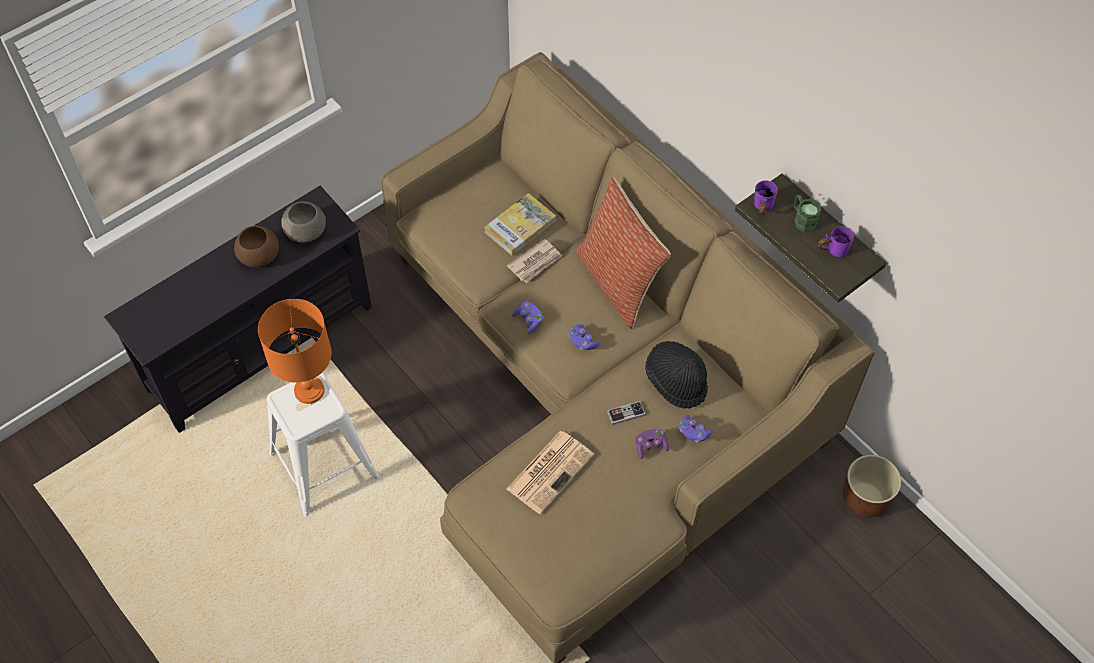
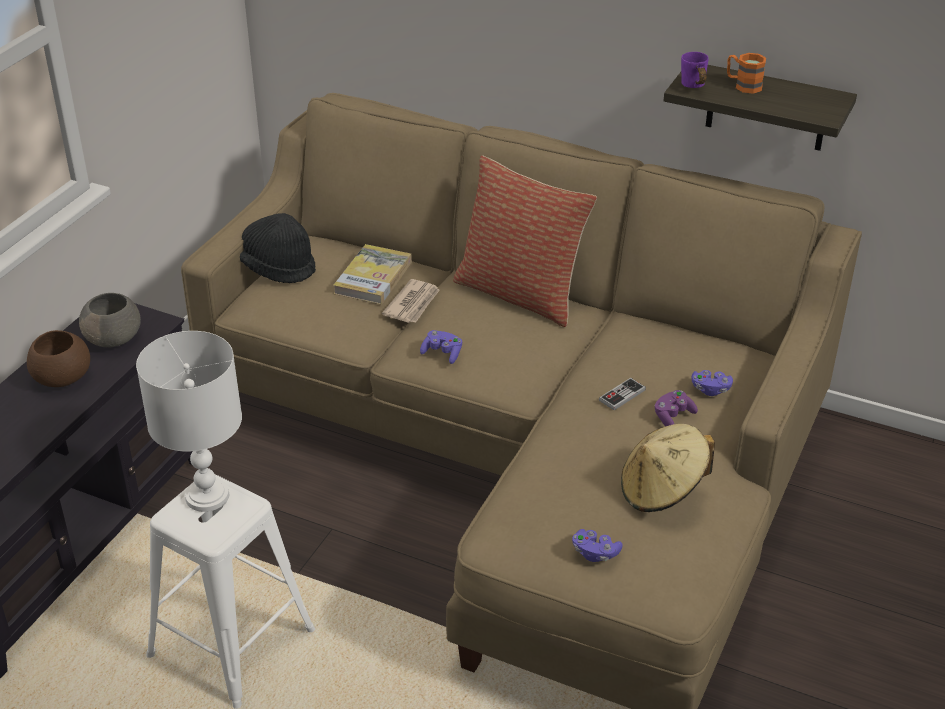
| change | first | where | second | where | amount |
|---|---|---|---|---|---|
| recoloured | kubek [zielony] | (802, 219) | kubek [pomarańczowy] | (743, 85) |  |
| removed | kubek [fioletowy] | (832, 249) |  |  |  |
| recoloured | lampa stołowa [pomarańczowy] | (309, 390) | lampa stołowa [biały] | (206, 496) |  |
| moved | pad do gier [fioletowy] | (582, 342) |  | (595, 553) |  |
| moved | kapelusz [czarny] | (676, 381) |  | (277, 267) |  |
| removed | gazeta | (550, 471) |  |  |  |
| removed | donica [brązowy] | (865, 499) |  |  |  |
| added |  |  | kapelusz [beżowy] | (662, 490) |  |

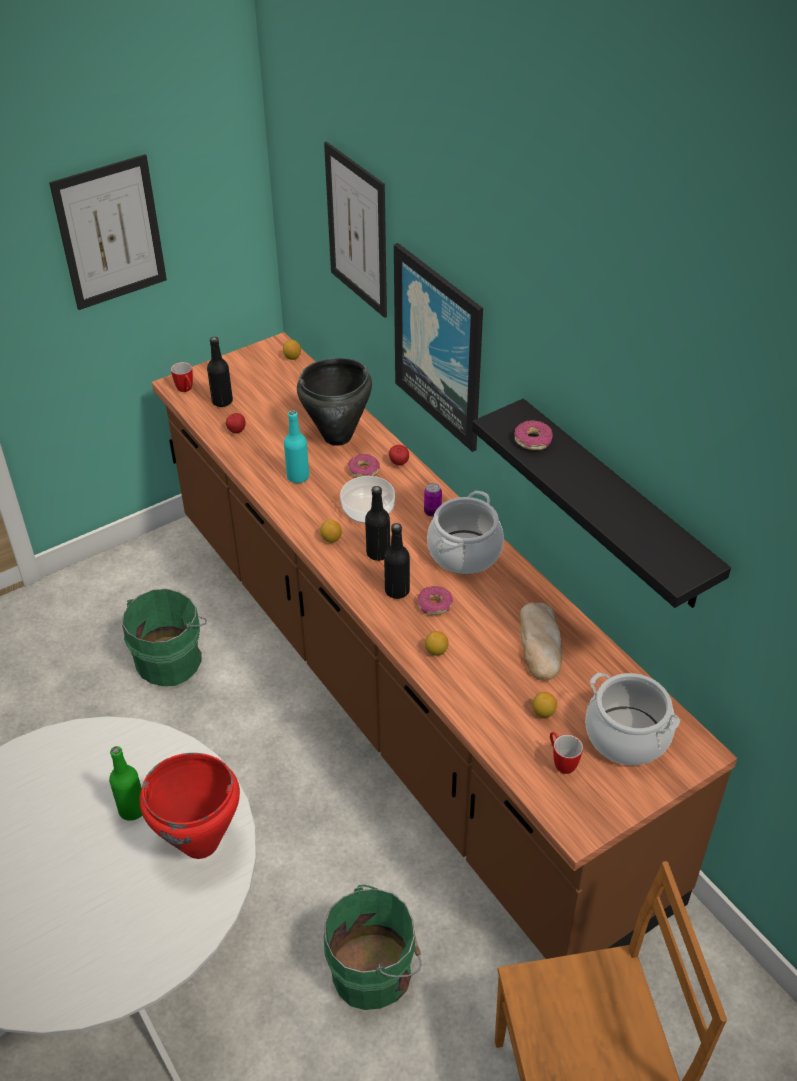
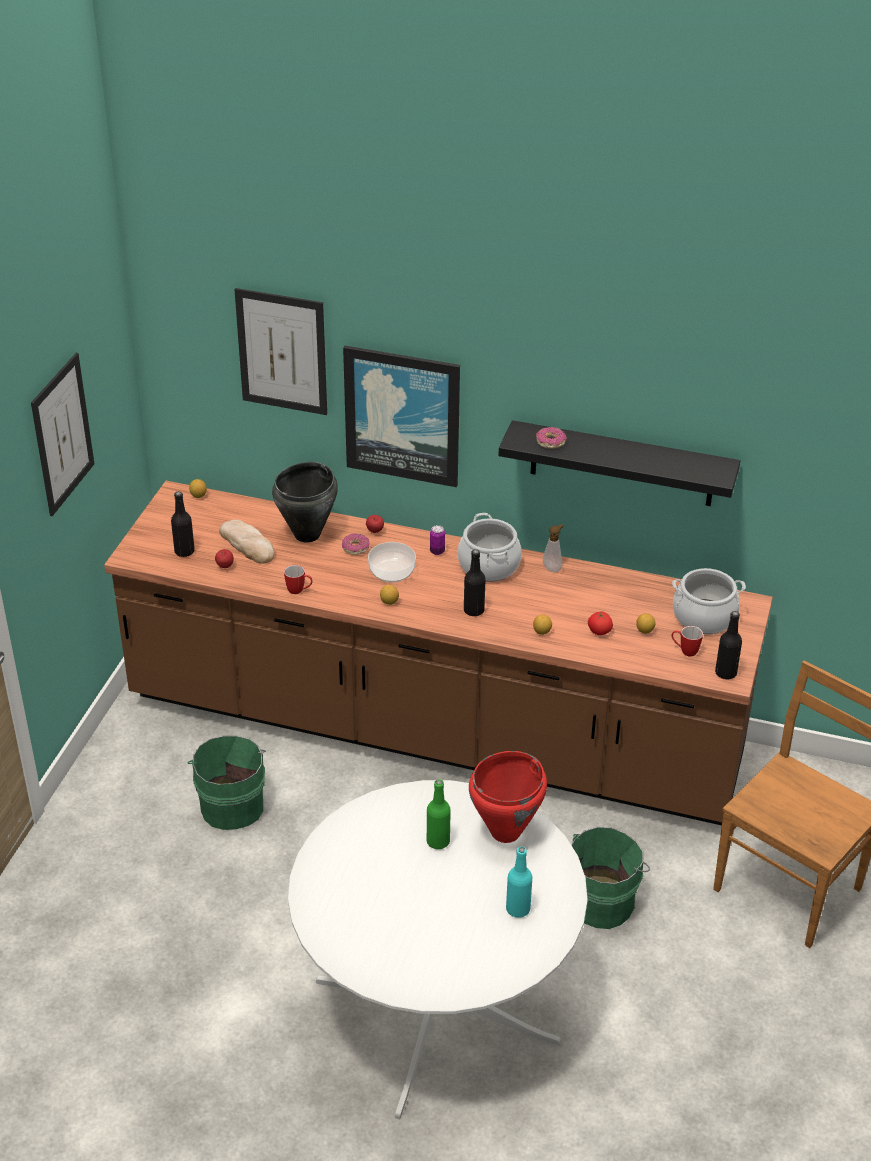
| change | first | where | second | where | amount |
|---|---|---|---|---|---|
| moved | kubek | (186, 390) |  | (299, 591) |  |
| moved | butelka [turkusowy] | (298, 477) |  | (518, 909) |  |
| moved | butelka [czarny] | (378, 553) |  | (725, 673) |  |
| removed | donut | (435, 605) |  |  |  |
| moved | chleb | (540, 644) |  | (248, 544) |  |
| added |  |  | dozownik mydła | (553, 568) |  |
| added |  |  | pomidor | (599, 631) |  |

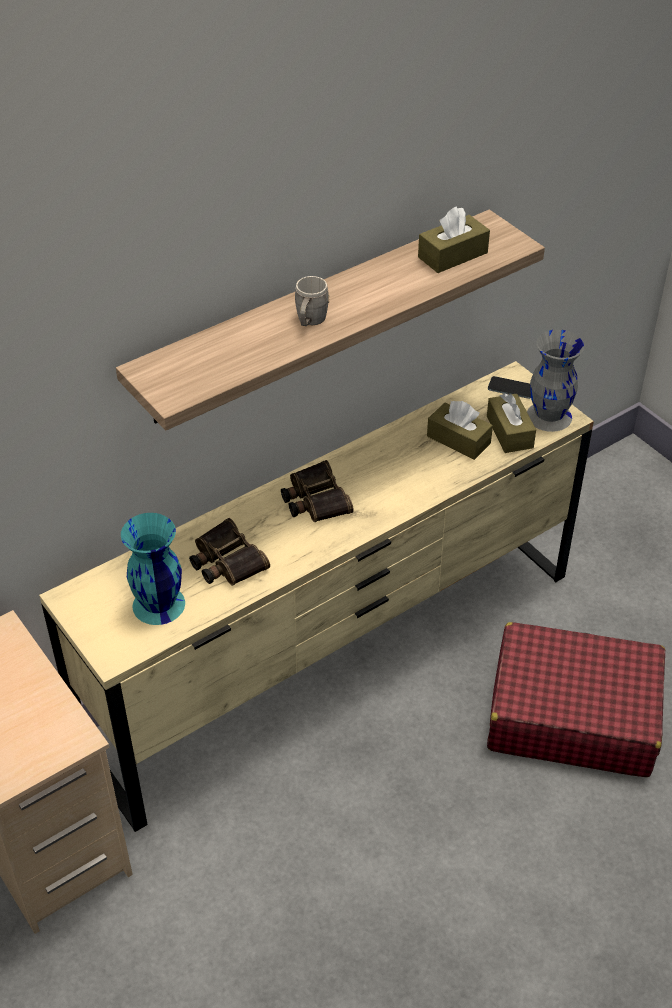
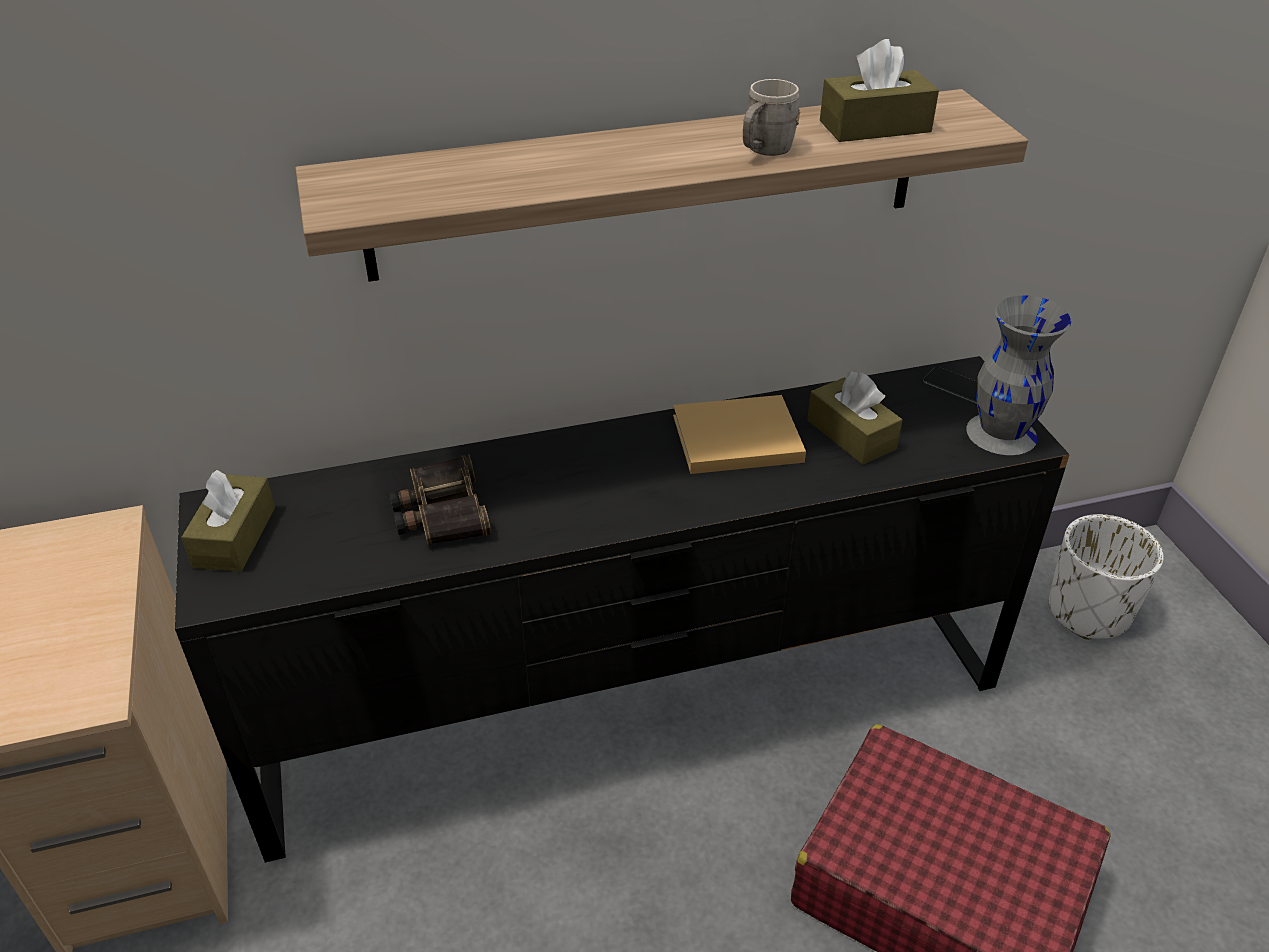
| change | first | where | second | where | amount |
|---|---|---|---|---|---|
| moved | kubek [szary] | (310, 321) |  | (764, 151) |  |
| recoloured | komoda [beżowy] | (335, 658) | komoda [czarny] | (634, 708) |  |
| moved | pudełko chusteczek [brązowy] | (509, 432) |  | (234, 537) |  |
| removed | lornetka | (314, 499) |  |  |  |
| removed | wazon [turkusowy] | (157, 605) |  |  |  |
| added |  |  | książka [beżowy] | (733, 439) |  |
| added |  |  | donica [biały] | (1088, 612) |  |

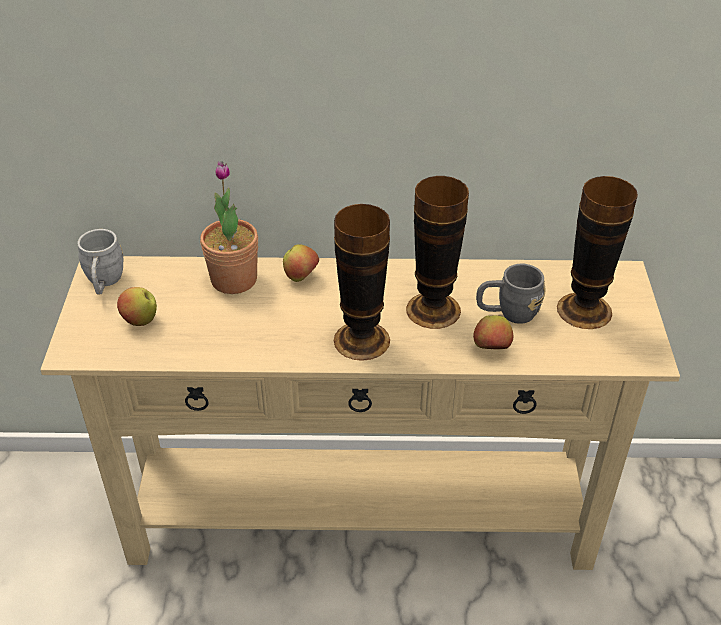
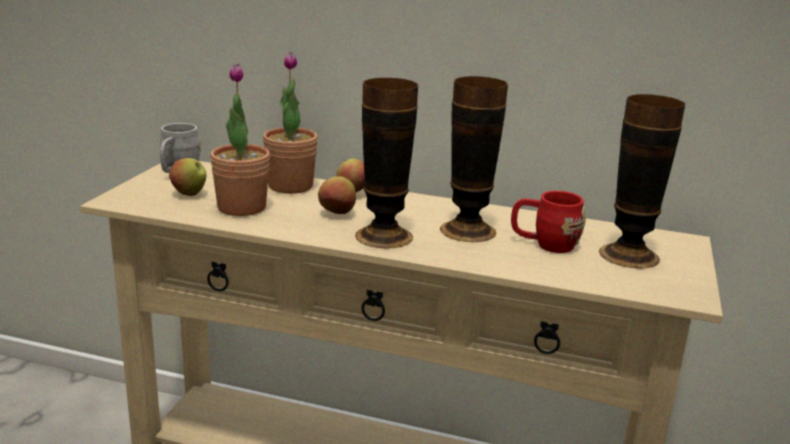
| change | first | where | second | where | amount |
|---|---|---|---|---|---|
| recoloured | kubek [szary] | (508, 313) | kubek [czerwony] | (544, 244) |  |
| moved | jabłko | (491, 349) |  | (337, 214) |  |
| added |  |  | roślina doniczkowa | (242, 207) |  |

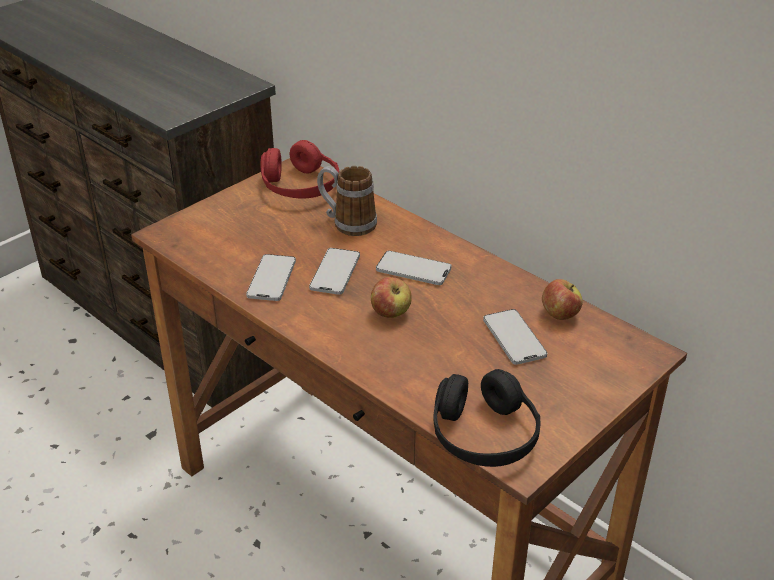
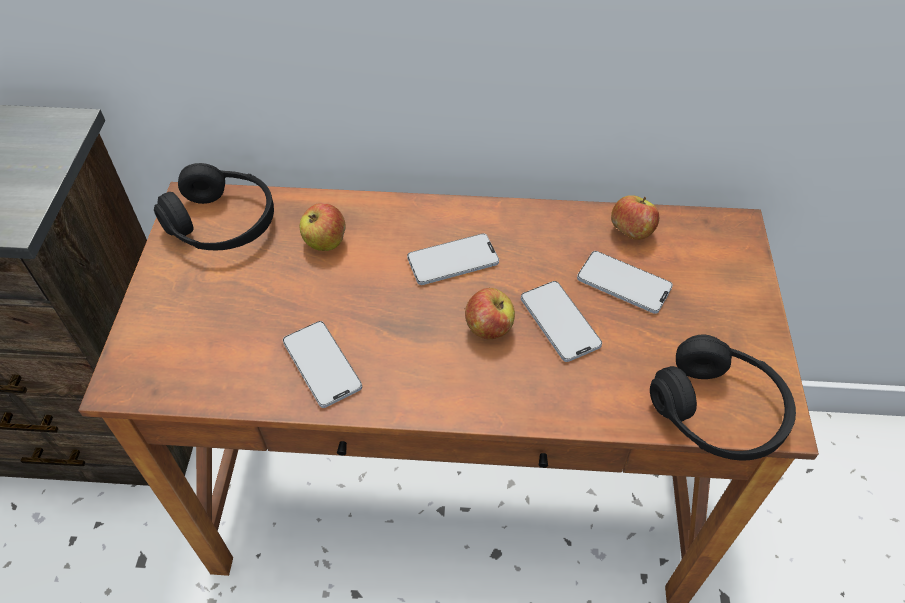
| change | first | where | second | where | amount |
|---|---|---|---|---|---|
| recoloured | słuchawki [czerwony] | (300, 186) | słuchawki [czarny] | (222, 223) |  |
| replaced | kubek | (347, 223) | jabłko | (325, 242) |  |
| moved | telefon | (335, 272) |  | (560, 322) |  |

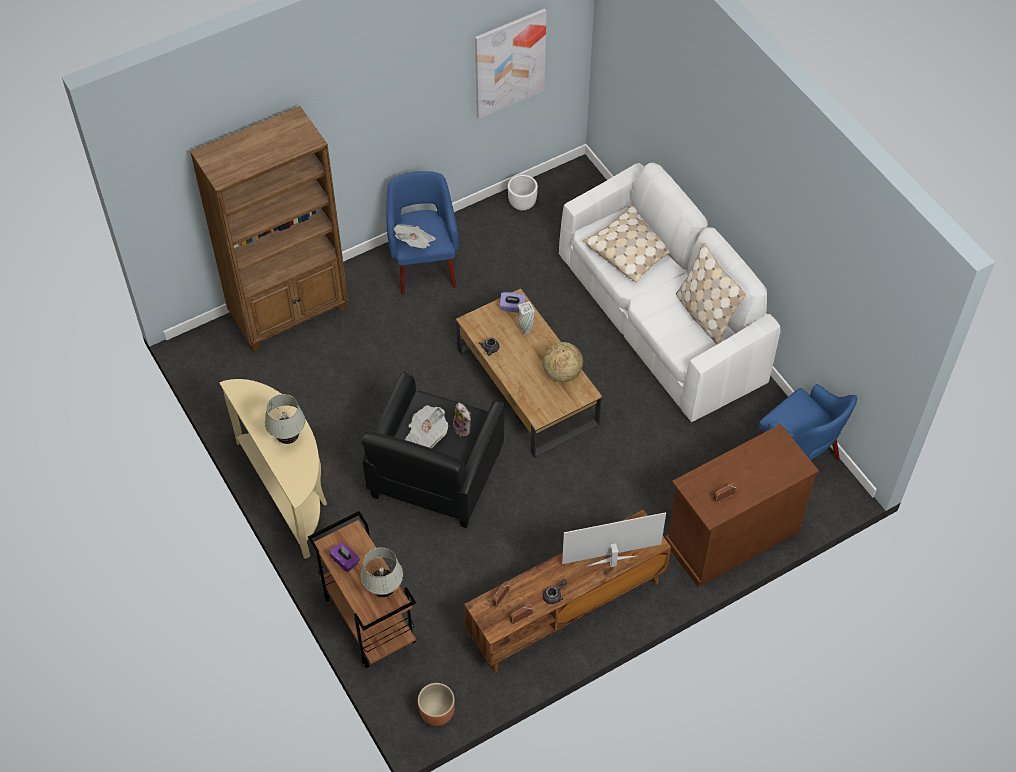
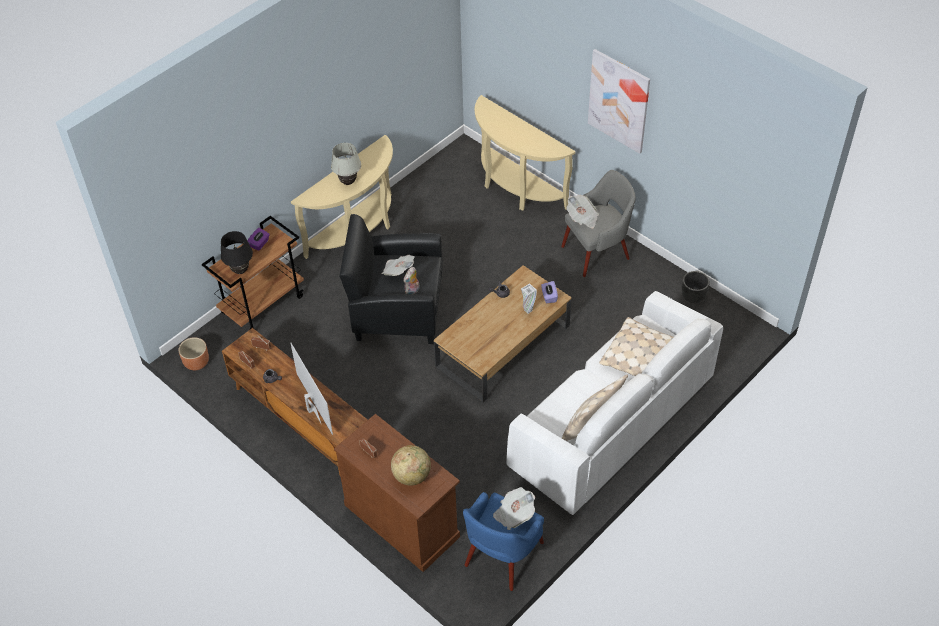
| change | first | where | second | where | amount |
|---|---|---|---|---|---|
| moved | obraz | (509, 63) |  | (619, 101) |  |
| replaced | regał [brązowy] | (290, 313) | stolik konsolowy [beżowy] | (515, 188) |  |
| recoloured | fotel [niebieski] | (424, 265) | fotel [szary] | (596, 252) |  |
| recoloured | donica [biały] | (522, 204) | donica [czarny] | (693, 297) |  |
| moved | globus | (562, 373) |  | (412, 475) |  |
| recoloured | lampa stołowa [biały] | (384, 590) | lampa stołowa [czarny] | (240, 270) |  |
| added |  |  | gazeta | (514, 514) |  |

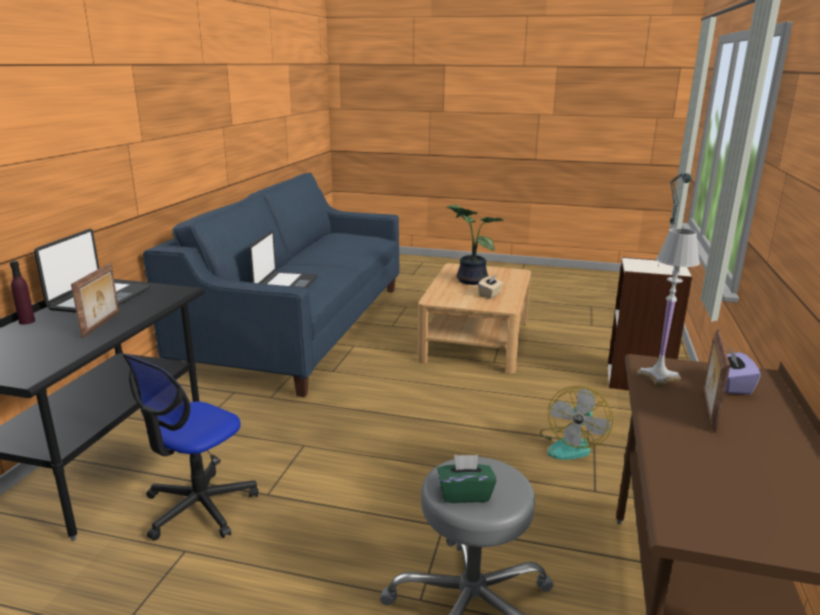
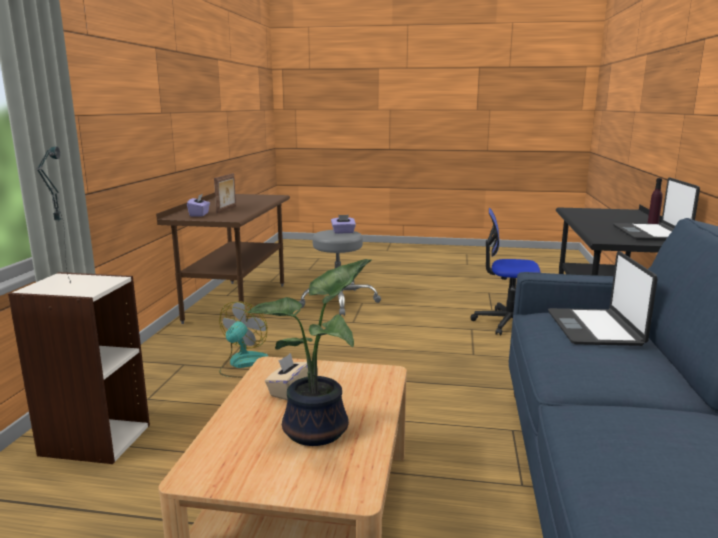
| change | first | where | second | where | amount |
|---|---|---|---|---|---|
| removed | lampa stołowa [biały] | (659, 377) |  |  |  |
| removed | ramka na zdjęcie | (102, 324) |  |  |  |
| turned | krzesło biurowe | (199, 507) |  | (507, 322) | 105 degrees counterclockwise |
| recoloured | pudełko chusteczek [zielony] | (465, 494) | pudełko chusteczek [fioletowy] | (343, 232) |  |

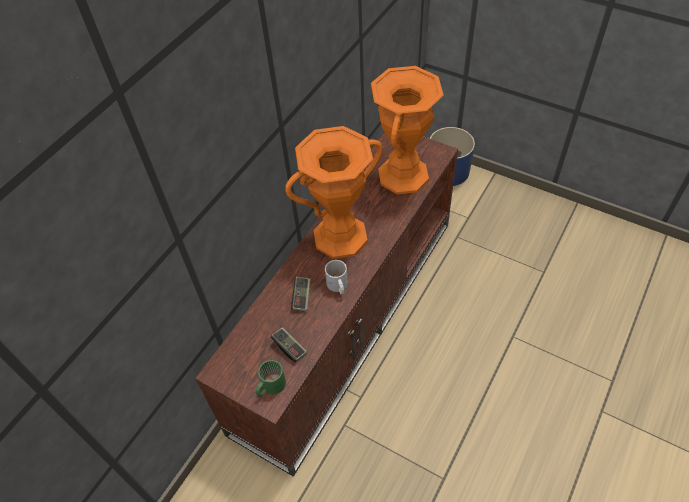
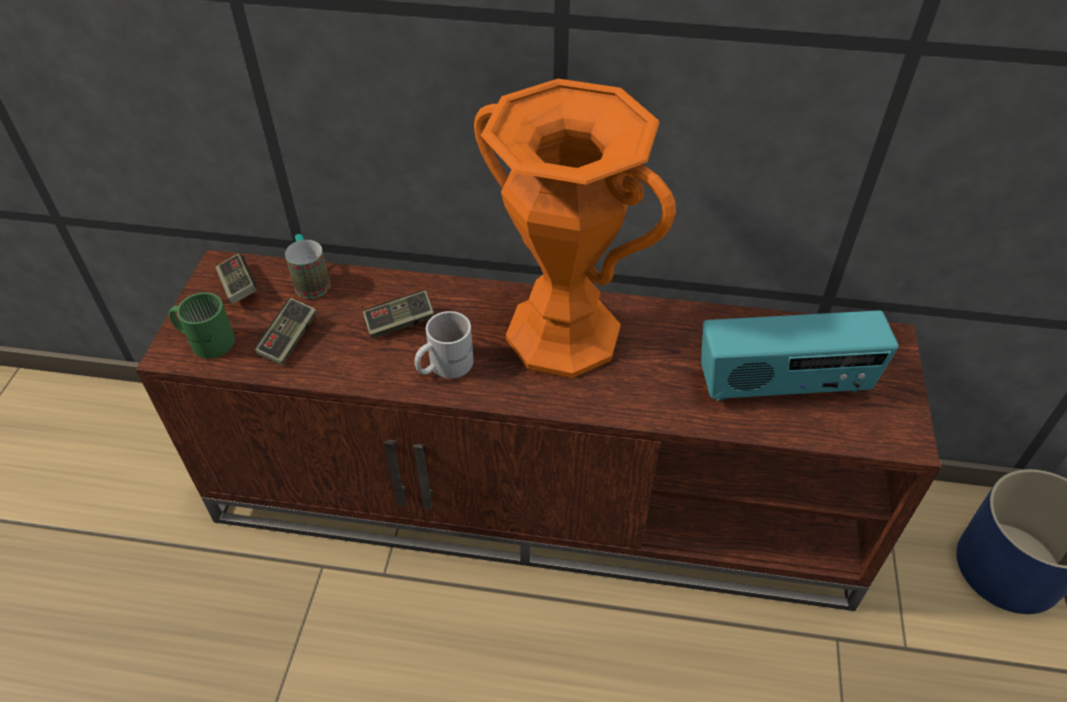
| change | first | where | second | where | amount |
|---|---|---|---|---|---|
| replaced | wazon [pomarańczowy] | (403, 175) | radio | (783, 386) |  |
| added |  |  | kubek | (310, 280) |  |
| added |  |  | pad do gier | (238, 287) |  |

